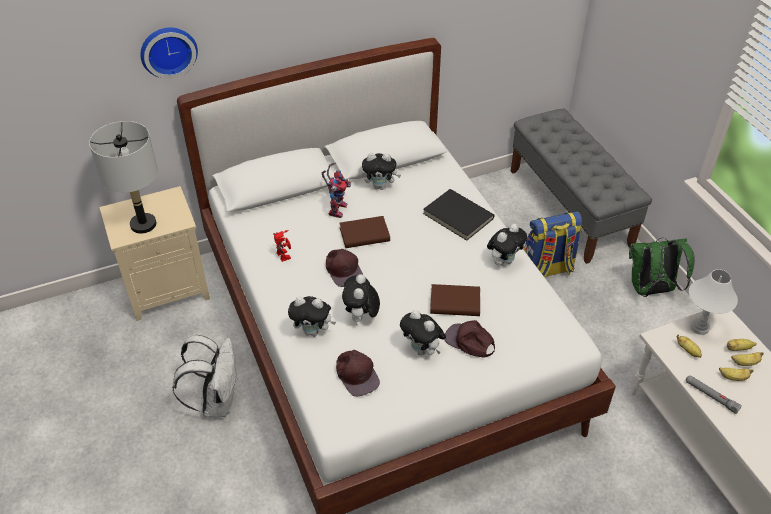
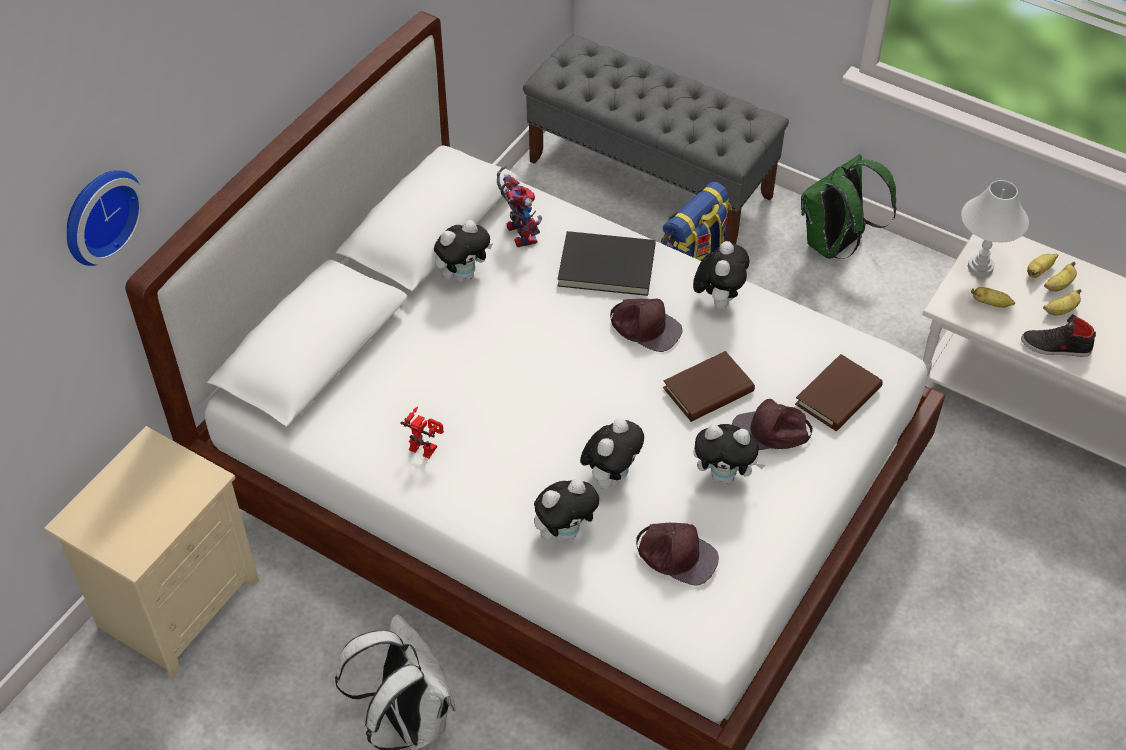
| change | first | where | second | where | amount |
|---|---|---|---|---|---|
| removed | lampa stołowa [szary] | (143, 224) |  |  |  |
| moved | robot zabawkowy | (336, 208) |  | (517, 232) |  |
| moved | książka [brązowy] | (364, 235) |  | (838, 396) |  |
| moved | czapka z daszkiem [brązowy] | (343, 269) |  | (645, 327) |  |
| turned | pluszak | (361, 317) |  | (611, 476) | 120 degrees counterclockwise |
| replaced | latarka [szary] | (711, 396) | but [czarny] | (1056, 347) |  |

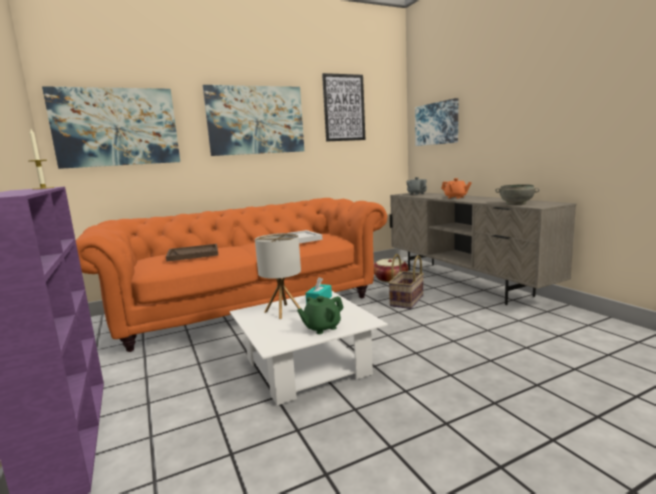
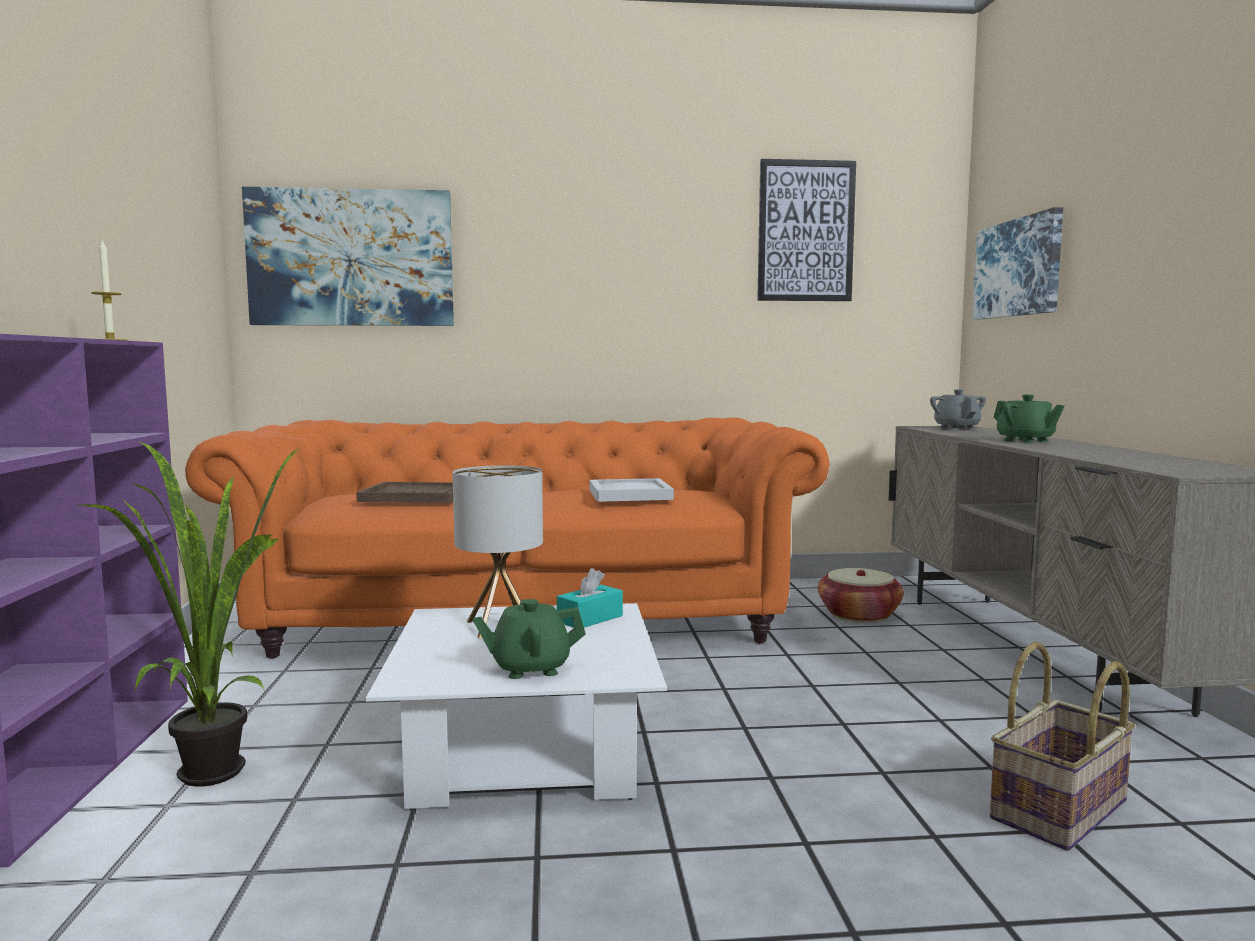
| change | first | where | second | where | amount |
|---|---|---|---|---|---|
| removed | obraz | (256, 120) |  |  |  |
| recoloured | imbryk [pomarańczowy] | (456, 197) | imbryk [zielony] | (1025, 441) |  |
| removed | miska [szary] | (516, 203) |  |  |  |
| moved | koszyk | (407, 301) |  | (1061, 811) |  |
| added |  |  | roślina doniczkowa | (212, 767) |  |

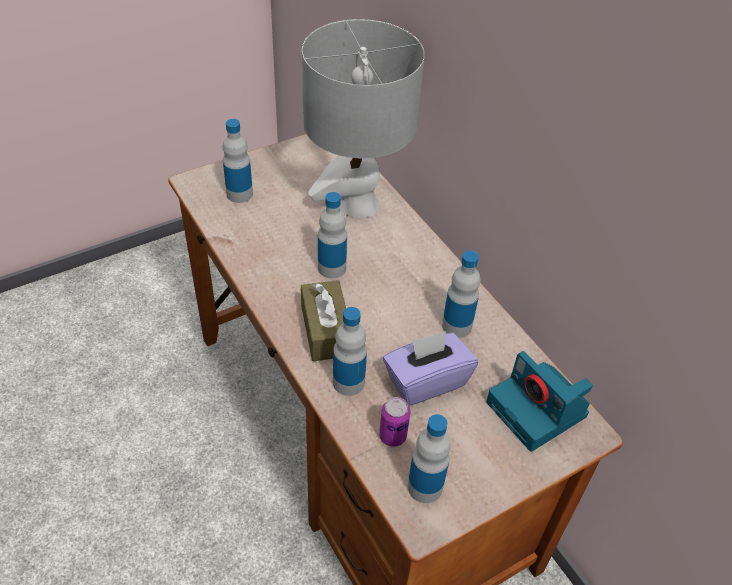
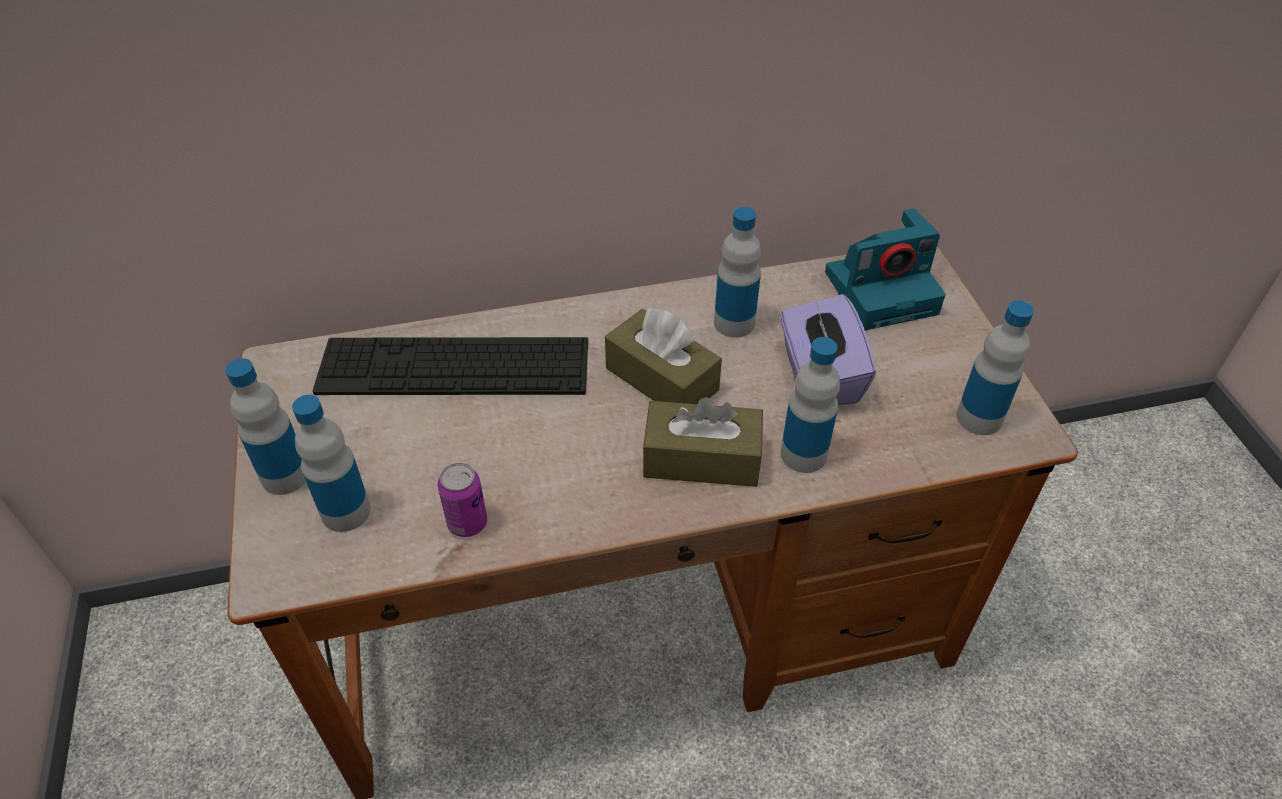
| change | first | where | second | where | amount |
|---|---|---|---|---|---|
| replaced | lampa stołowa [szary] | (356, 204) | klawiatura | (454, 366) |  |
| moved | butelka | (332, 268) |  | (285, 475) |  |
| moved | puszka | (392, 436) |  | (467, 523) |  |
| added |  |  | pudełko chusteczek [brązowy] | (661, 379) |  |

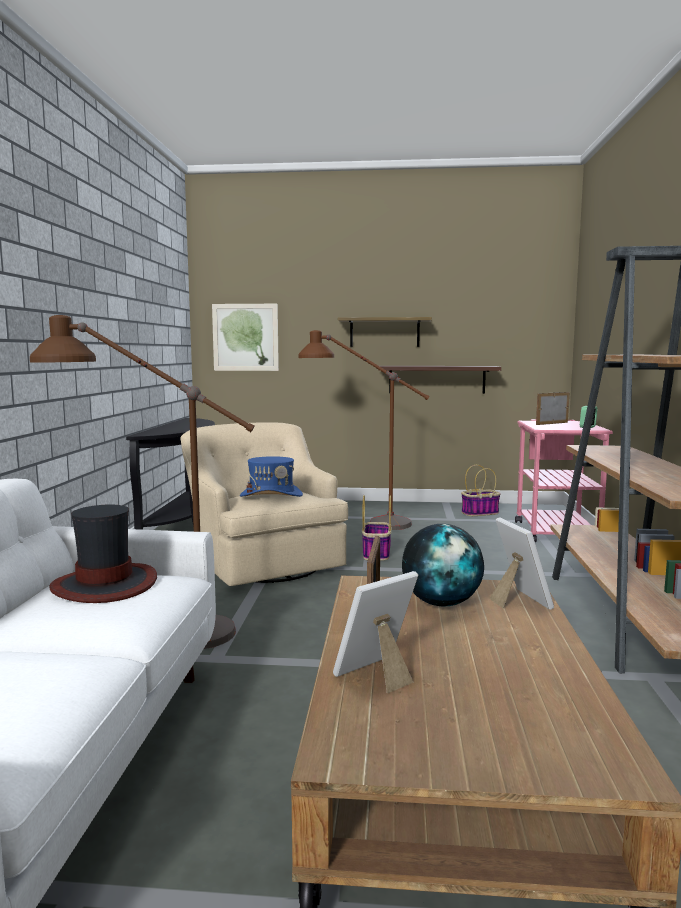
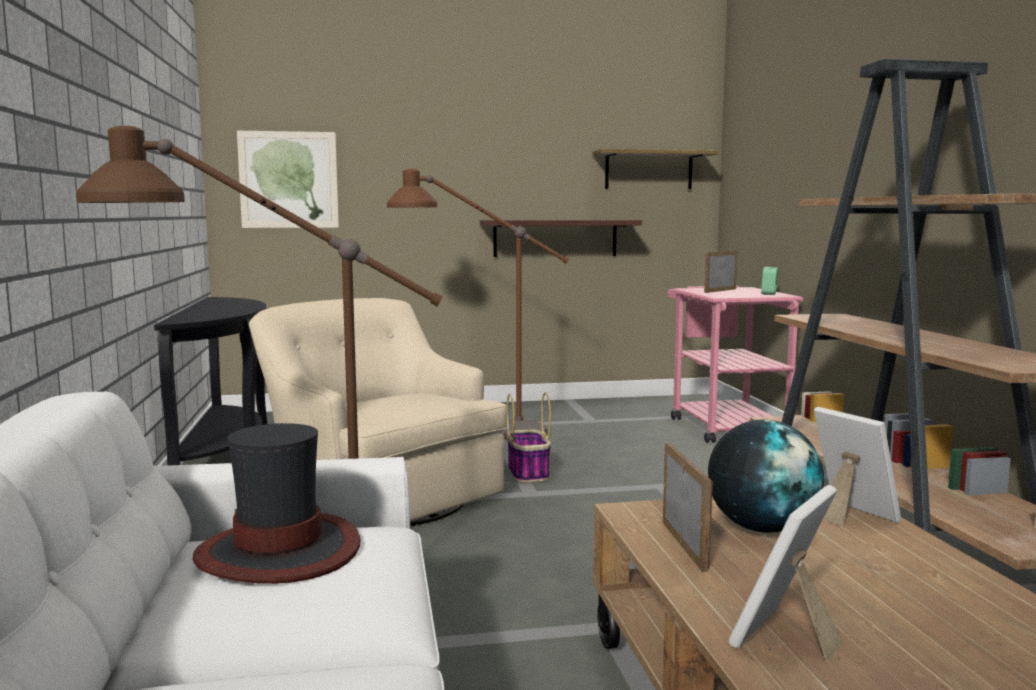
| change | first | where | second | where | amount |
|---|---|---|---|---|---|
| moved | półka | (384, 332) |  | (648, 170) |  |
| removed | kapelusz [niebieski] | (271, 495) |  |  |  |
| removed | koszyk | (480, 513) |  |  |  |

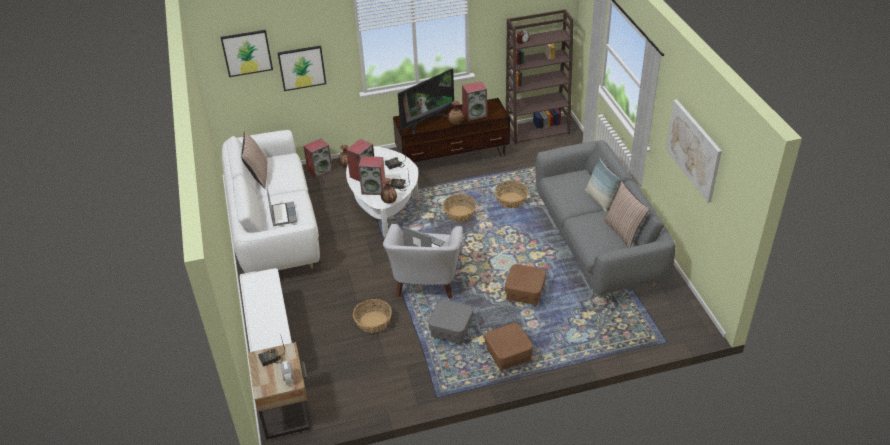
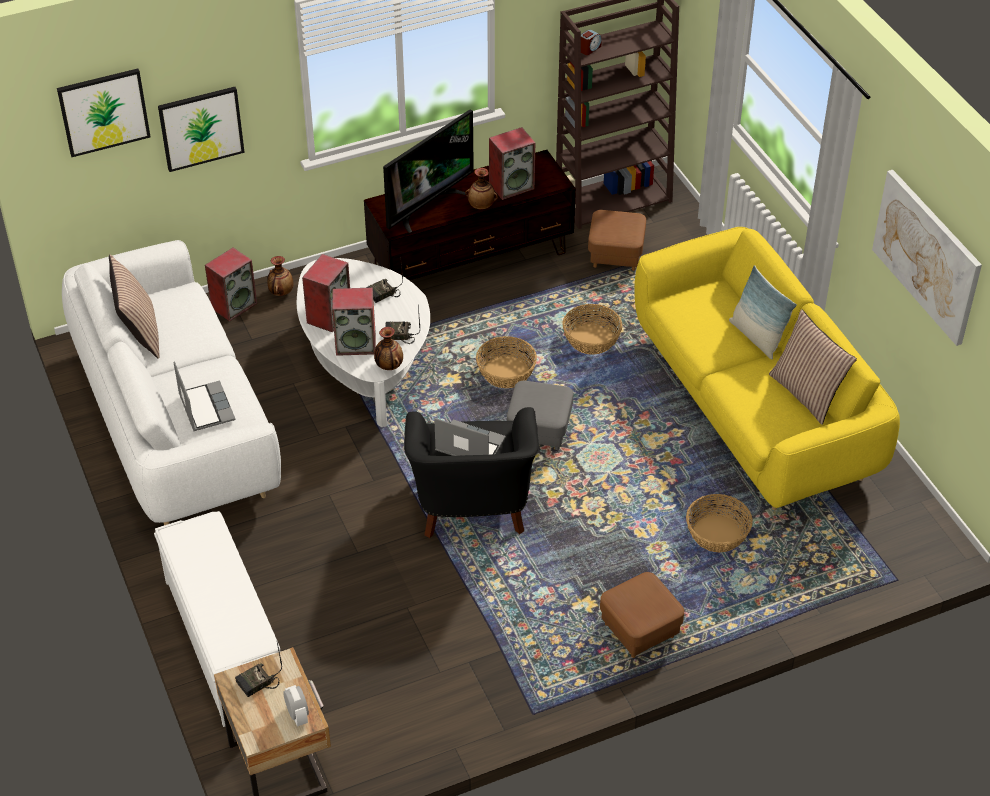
| change | first | where | second | where | amount |
|---|---|---|---|---|---|
| recoloured | kanapa [szary] | (597, 242) | kanapa [żółty] | (754, 408) |  |
| recoloured | fotel [biały] | (426, 282) | fotel [czarny] | (472, 507) |  |
| moved | pufa [brązowy] | (525, 295) |  | (615, 255) |  |
| moved | koszyk | (373, 322) |  | (717, 533) |  |
| moved | pufa [szary] | (451, 332) |  | (539, 431) |  |

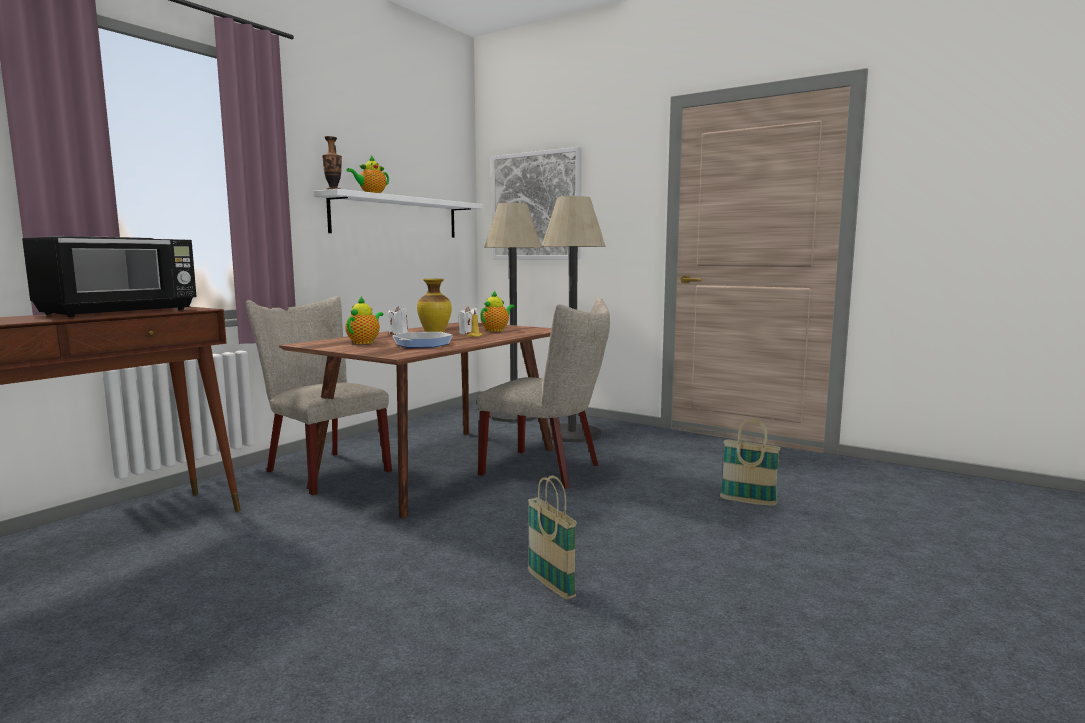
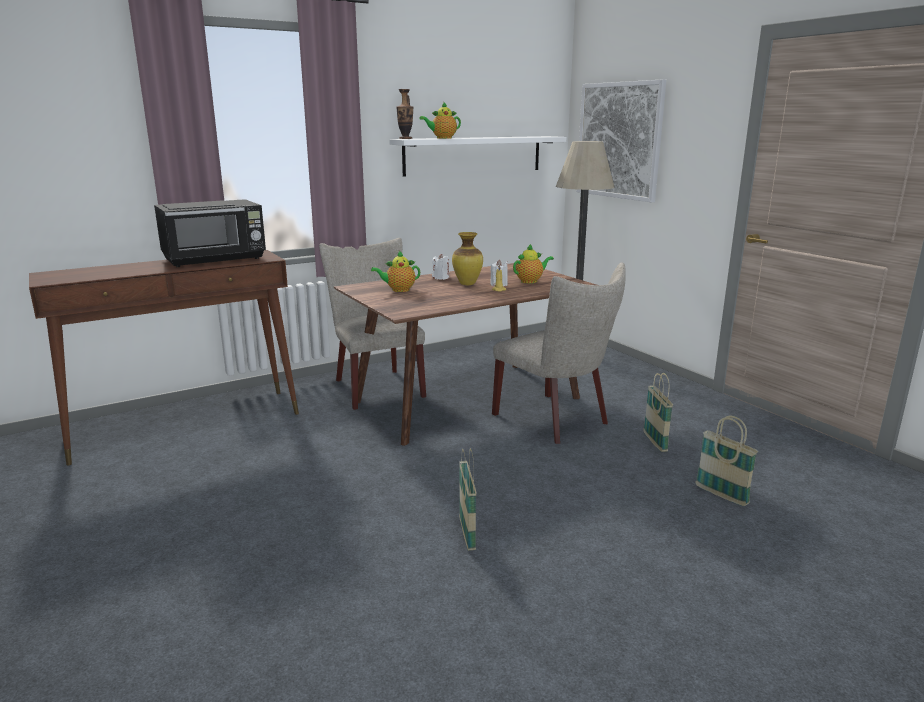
| change | first | where | second | where | amount |
|---|---|---|---|---|---|
| removed | lampa stojąca | (572, 433) |  |  |  |
| turned | imbryk | (365, 342) |  | (398, 290) | 150 degrees counterclockwise |
| removed | patelnia | (422, 344) |  |  |  |
| added |  |  | koszyk | (655, 442) |  |

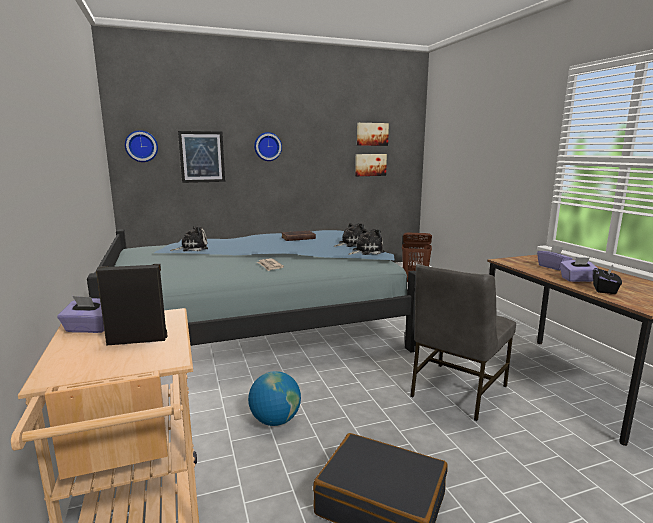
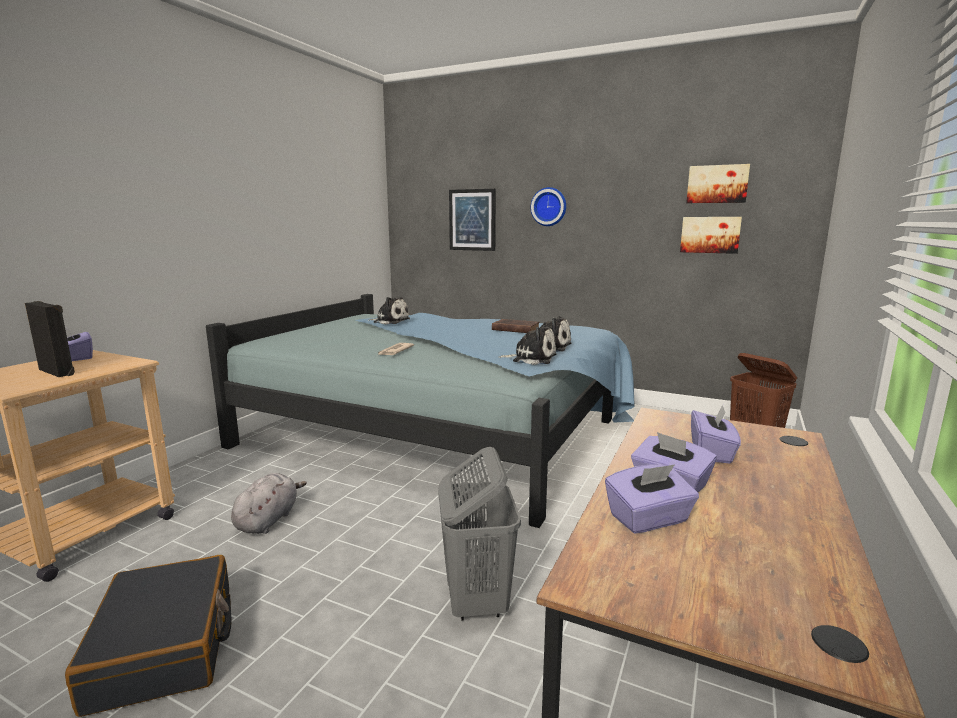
| change | first | where | second | where | amount |
|---|---|---|---|---|---|
| removed | zegar ścienny | (141, 146) |  |  |  |
| replaced | krzesło [szary] | (456, 391) | kosz na pranie [szary] | (476, 601) |  |
| recoloured | pudełko chusteczek [czarny] | (605, 290) | pudełko chusteczek [fioletowy] | (649, 519) |  |
| replaced | globus | (275, 420) | pluszak [szary] | (268, 520) |  |

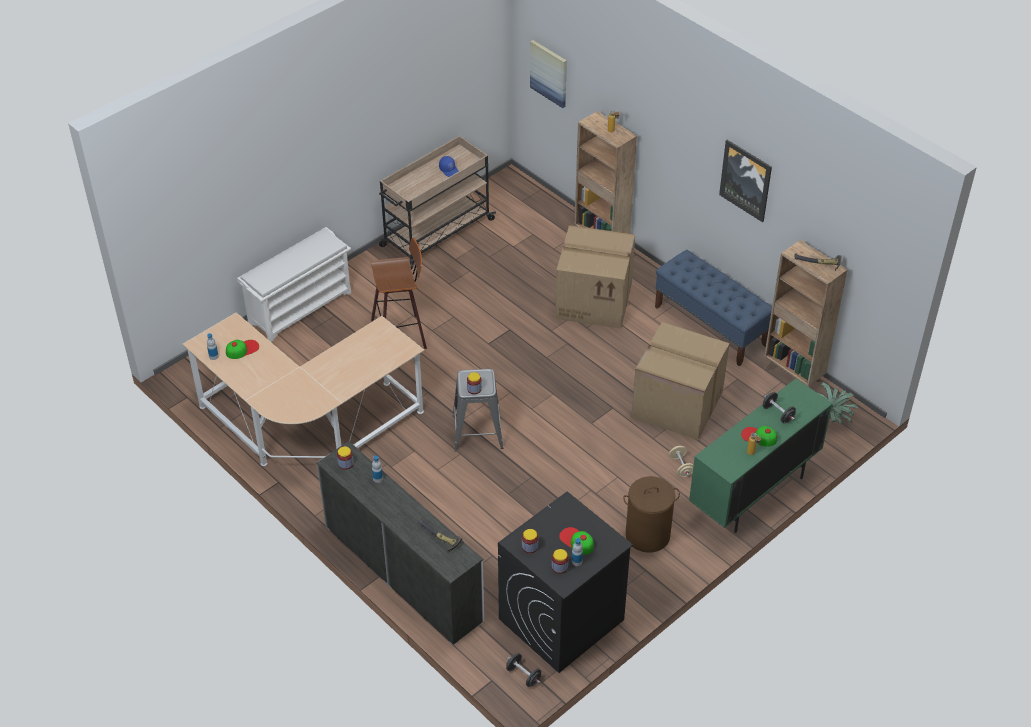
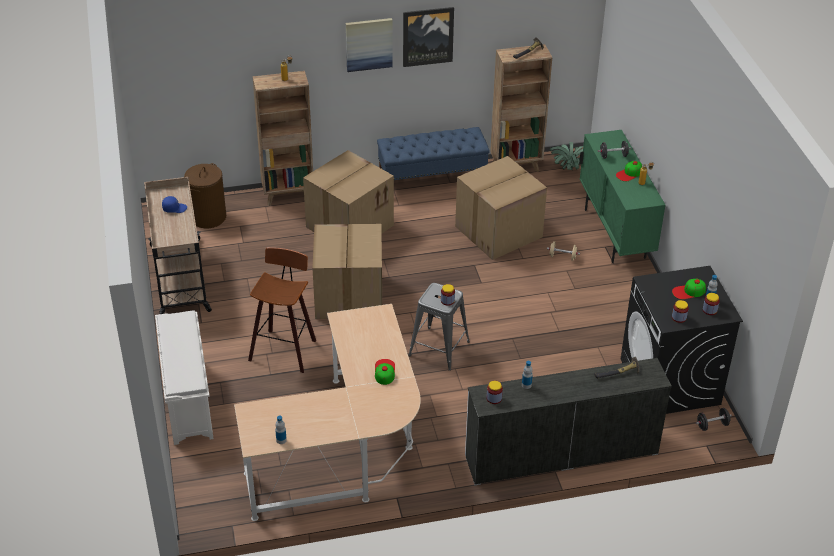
| change | first | where | second | where | amount |
|---|---|---|---|---|---|
| moved | obraz | (549, 73) |  | (369, 44) |  |
| moved | czapka z daszkiem | (242, 349) |  | (384, 371) |  |
| moved | kosz na pranie [brązowy] | (648, 535) |  | (208, 217) |  |
| added |  |  | karton | (348, 295) |  |

